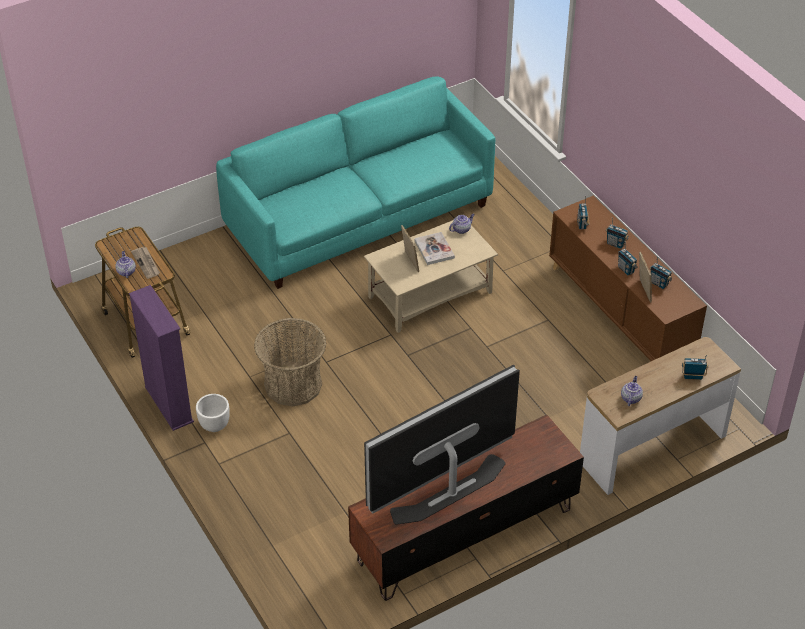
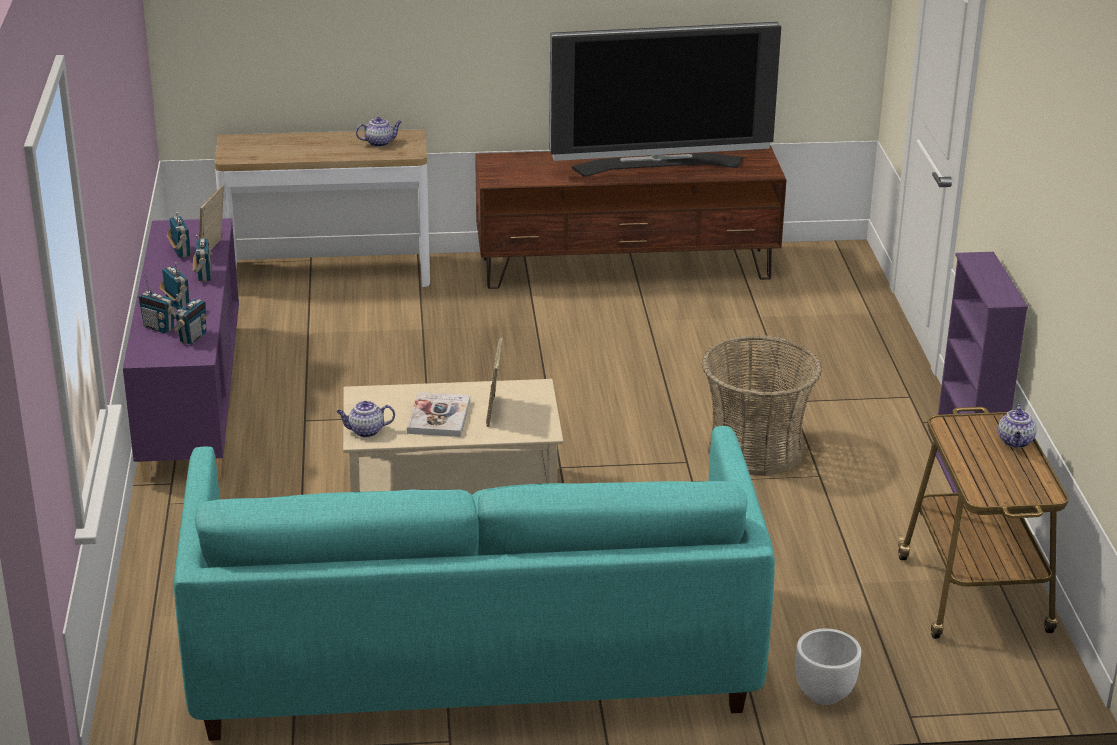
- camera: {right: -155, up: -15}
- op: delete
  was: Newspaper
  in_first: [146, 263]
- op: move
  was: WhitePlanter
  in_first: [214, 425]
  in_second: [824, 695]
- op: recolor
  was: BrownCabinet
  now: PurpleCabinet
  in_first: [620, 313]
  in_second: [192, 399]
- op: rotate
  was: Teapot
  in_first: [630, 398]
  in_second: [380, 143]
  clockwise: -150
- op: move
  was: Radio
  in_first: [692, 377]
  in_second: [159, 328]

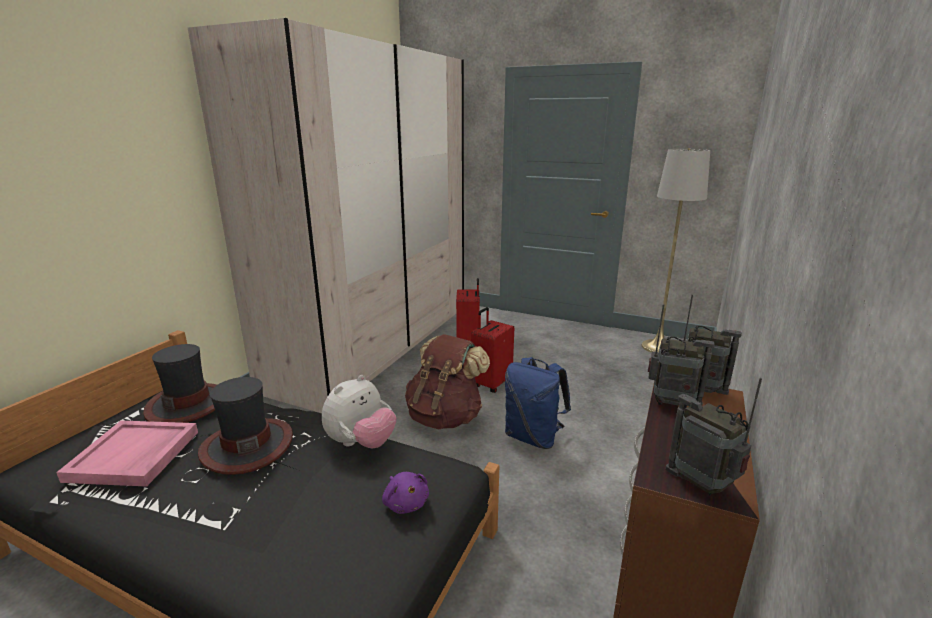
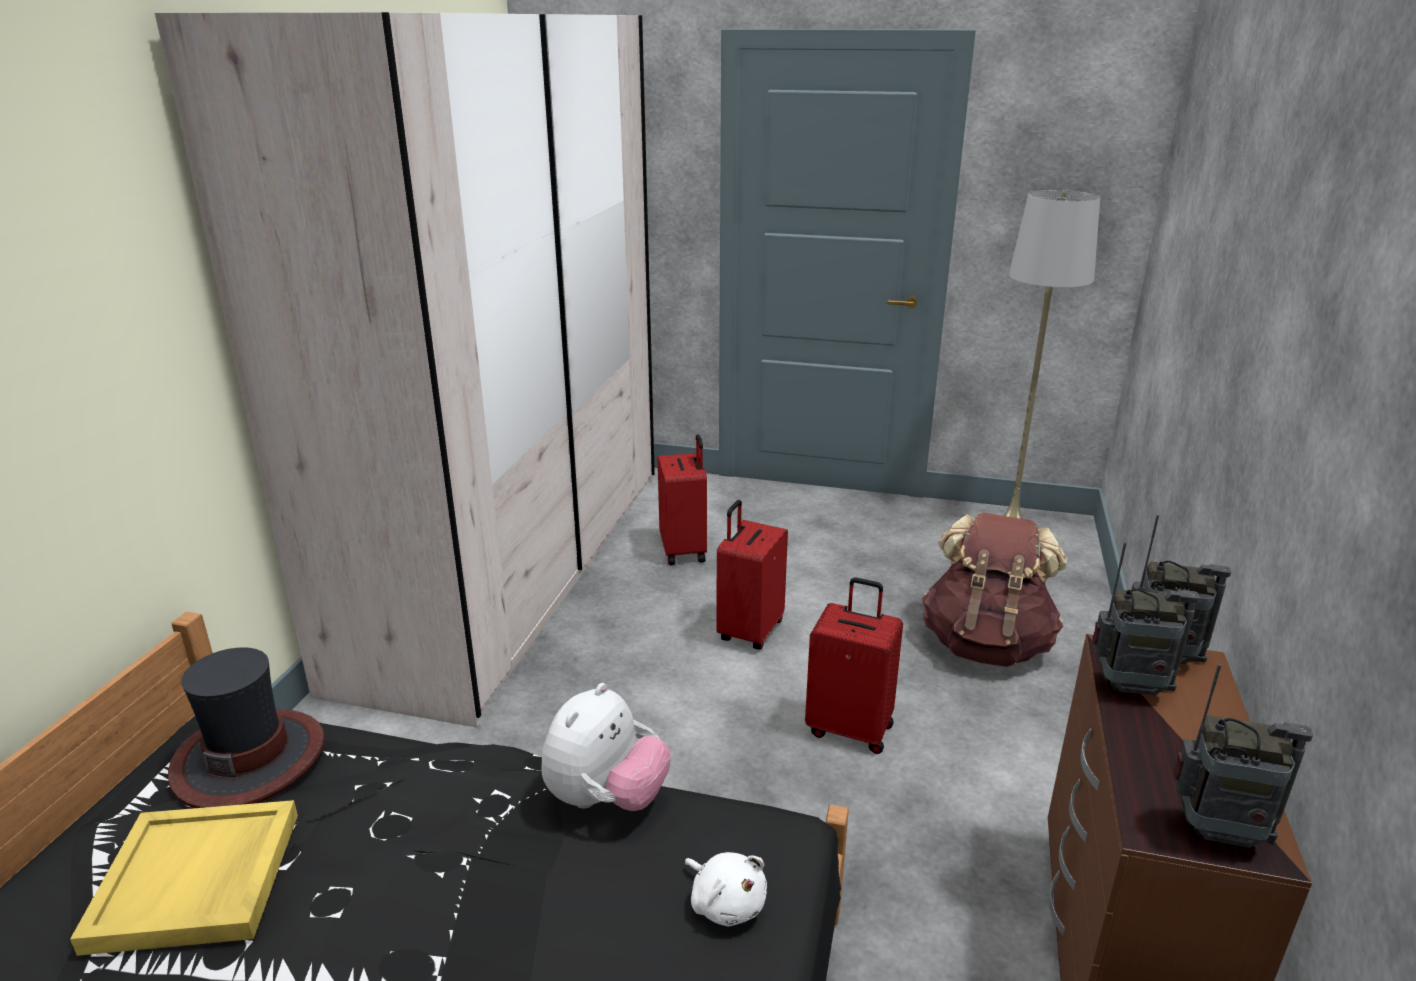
- camera: {right: -10, up: 5}
- op: recolor
  was: PinkTray
  now: YellowTray
  in_first: [134, 456]
  in_second: [197, 881]
- op: delete
  was: Hat
  in_first: [247, 446]
- op: recolor
  was: PurplePlushToy
  now: WhitePlushToy
  in_first: [405, 503]
  in_second: [726, 903]
- op: move
  was: BrownBackpack
  in_first: [445, 417]
  in_second: [986, 644]
- op: replace
  was: BlueBackpack
  now: RedSuitcase
  in_first: [533, 437]
  in_second: [850, 728]
- op: rotate
  was: Radio
  in_first: [701, 485]
  in_second: [1218, 835]
  clockwise: 150

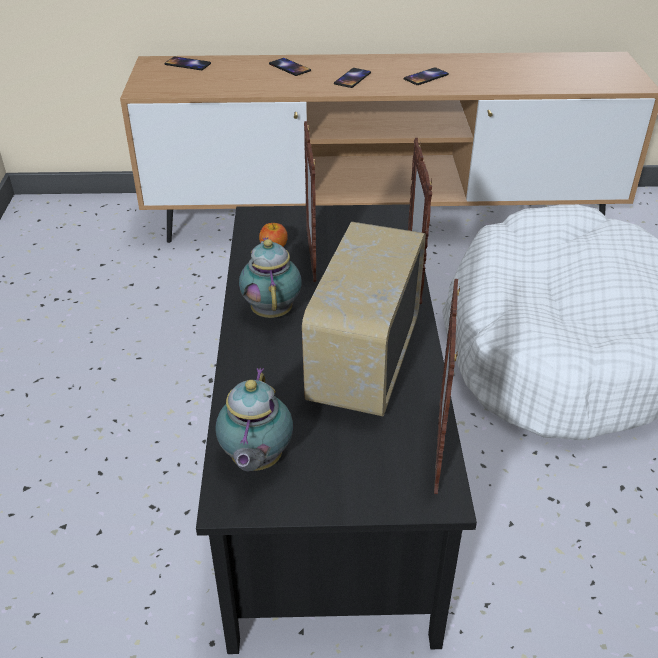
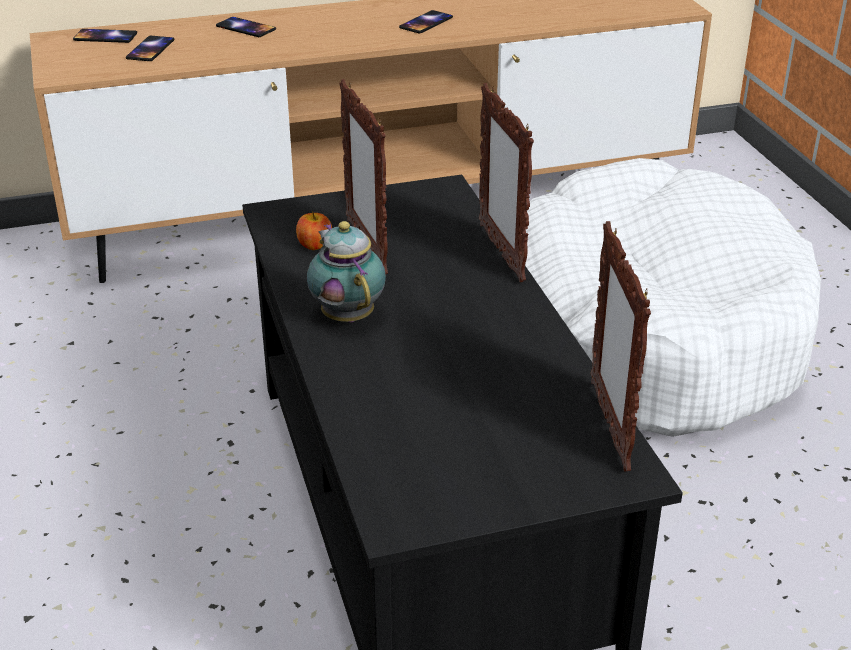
- camera: {right: -15, up: -5}
- op: delete
  was: Teapot
  in_first: [255, 462]
- op: delete
  was: Radio
  in_first: [362, 362]
- op: move
  was: Phone
  in_first: [352, 78]
  in_second: [150, 49]

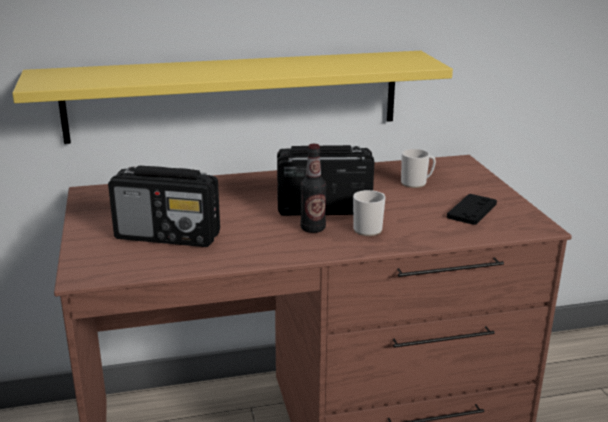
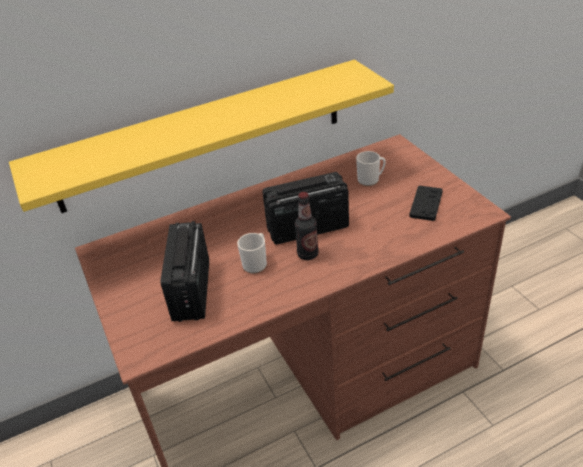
- camera: {right: -10, up: 15}
- op: rotate
  was: Radio
  in_first: [169, 236]
  in_second: [191, 291]
  clockwise: 90
- op: move
  was: Mug
  in_first: [370, 228]
  in_second: [256, 263]

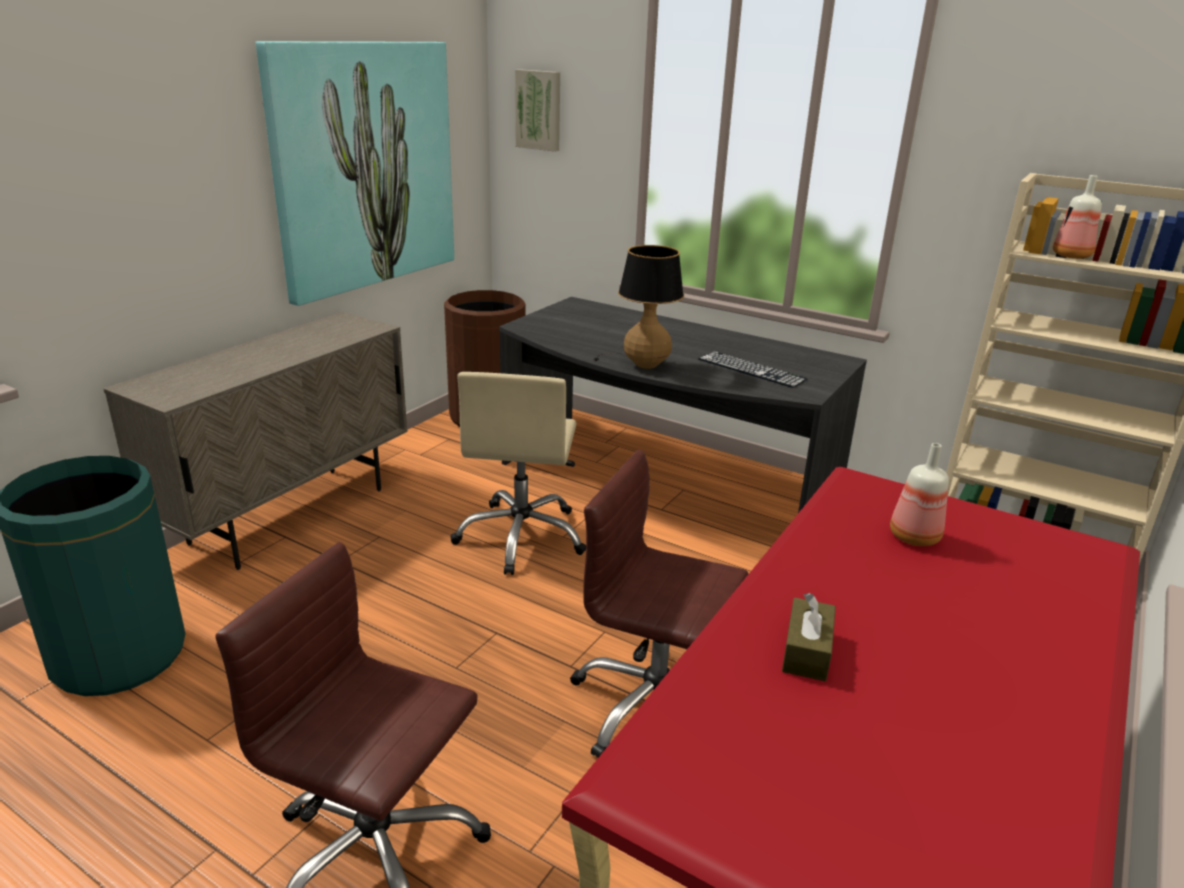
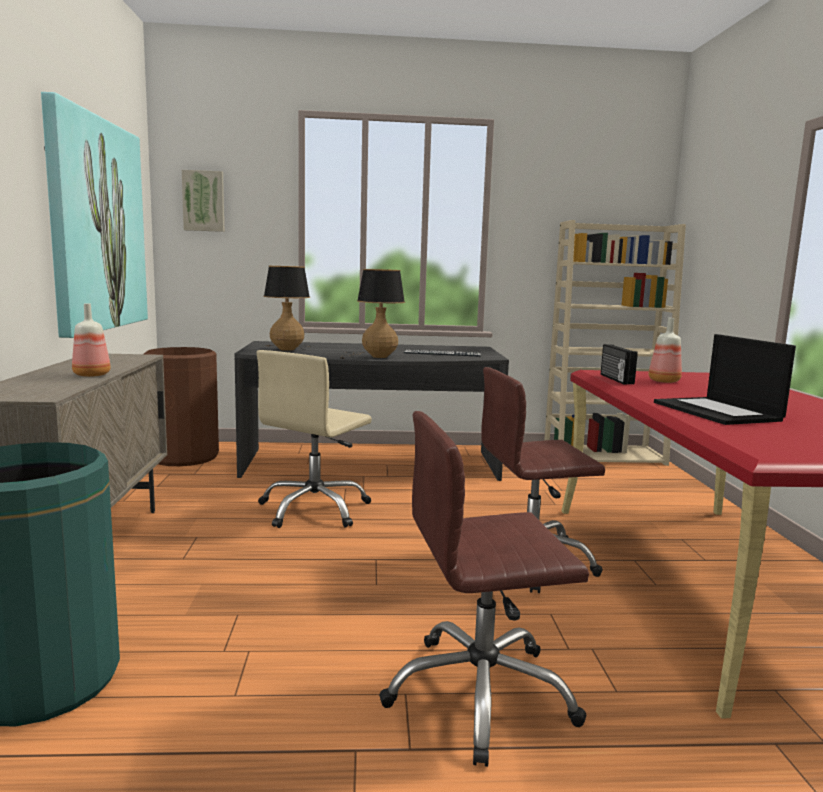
- camera: {right: -35, up: -15}
- op: rotate
  was: BeigeOfficeChair
  in_first: [522, 537]
  in_second: [314, 509]
  clockwise: 60
- op: replace
  was: BrownTissueBox
  now: Laptop
  in_first: [806, 651]
  in_second: [718, 412]
- op: move
  was: Bottle
  in_first: [1072, 256]
  in_second: [93, 375]
- op: insert
  now: TableLamp
  in_second: [289, 349]
- op: insert
  now: Radio
  in_second: [615, 379]

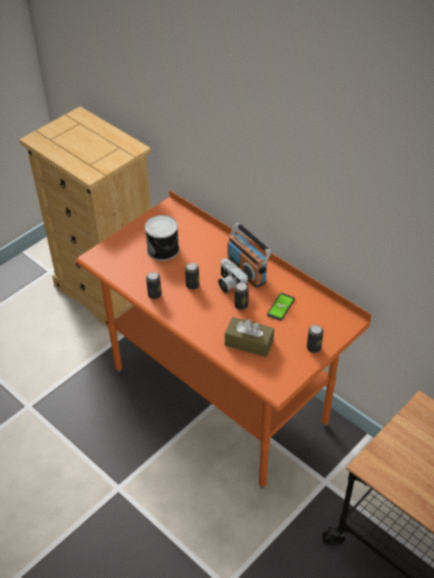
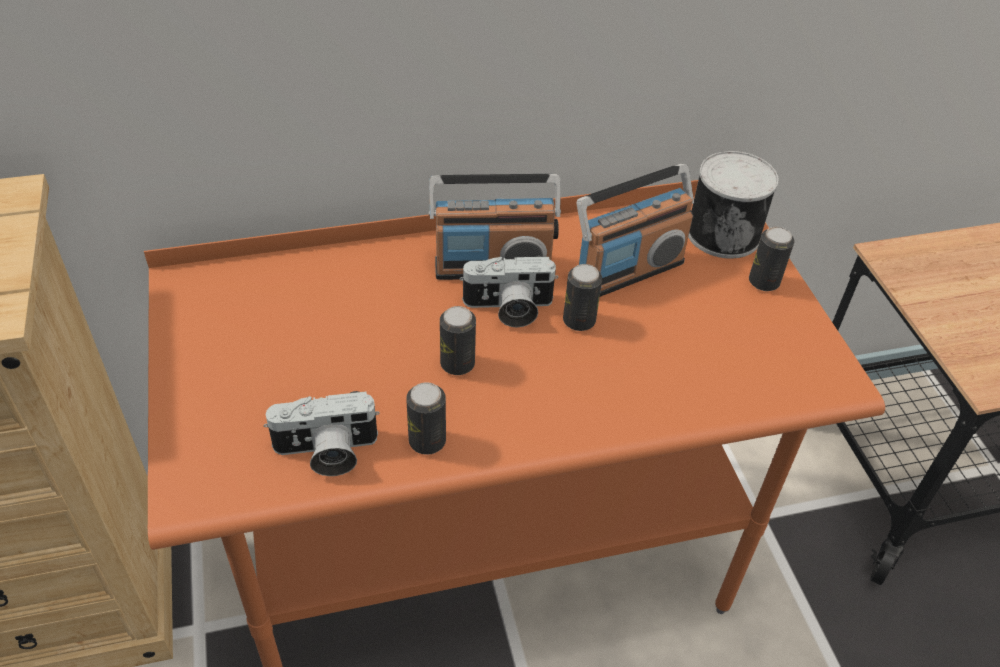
- camera: {right: -60, up: 0}
- op: move
  was: Can
  in_first: [164, 249]
  in_second: [723, 232]
- op: delete
  was: BrownTissueBox
  in_first: [249, 343]
- op: replace
  was: Phone
  now: Radio
  in_first: [281, 307]
  in_second: [628, 271]
- op: insert
  now: PhotoCamera
  in_second: [326, 452]

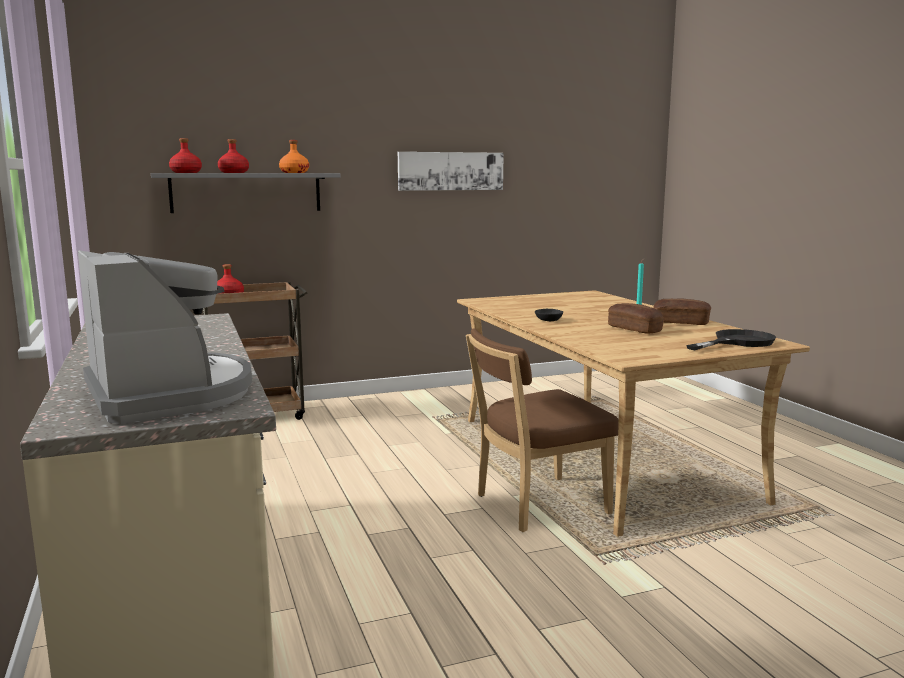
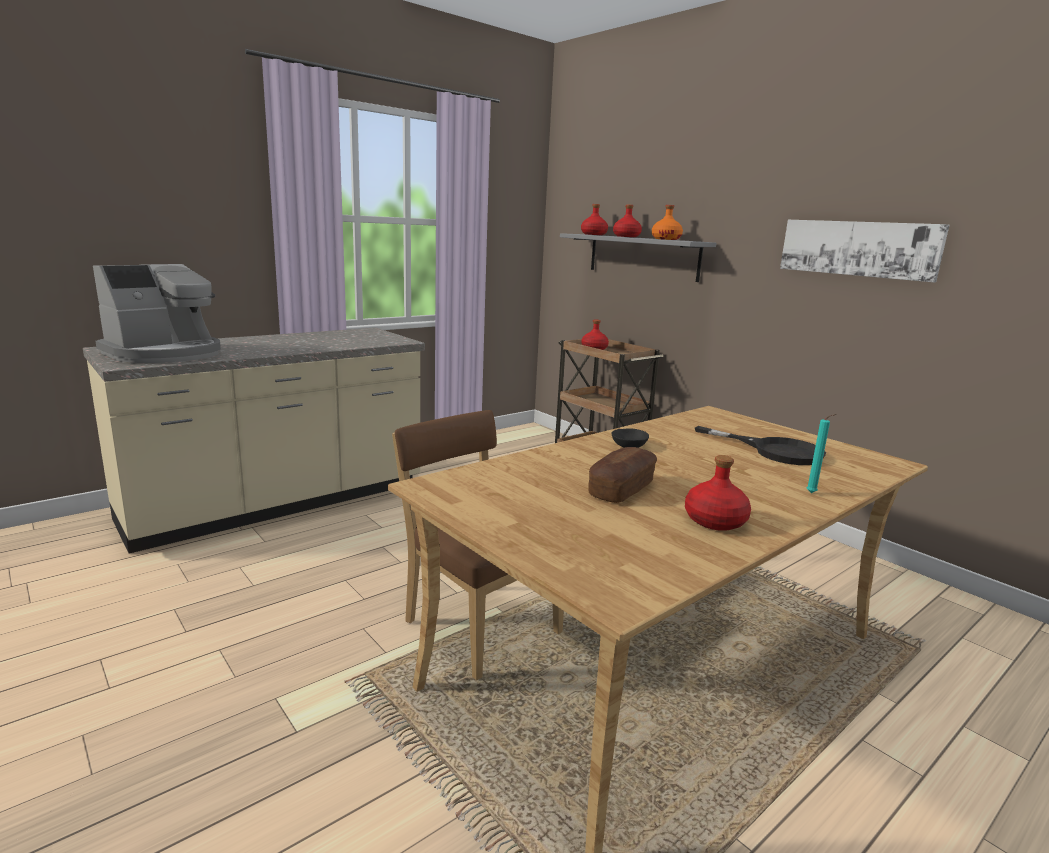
- camera: {right: 70, up: 5}
- op: replace
  was: Bread
  now: RedBottle
  in_first: [681, 323]
  in_second: [715, 521]
- op: move
  was: BlackFryingPan
  in_first: [737, 342]
  in_second: [774, 451]

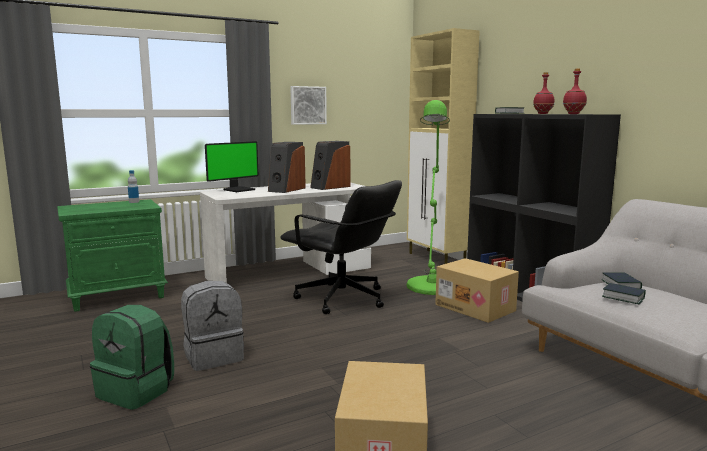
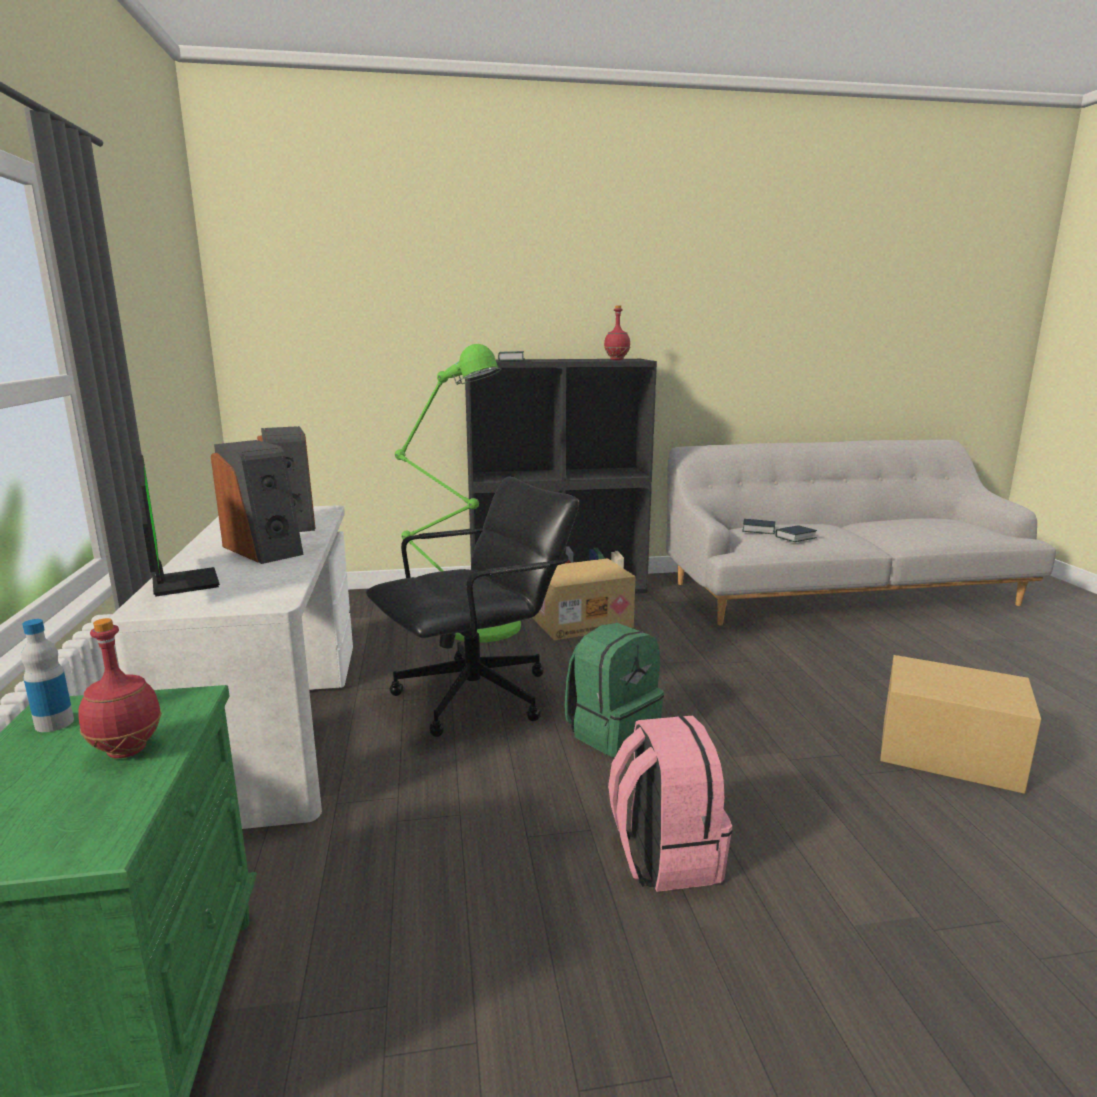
- camera: {right: -70, up: 5}
- op: move
  was: GreenBackpack
  in_first: [137, 391]
  in_second: [612, 731]
- op: recolor
  was: GreyBackpack
  now: PinkBackpack
  in_first: [214, 356]
  in_second: [664, 856]
- op: delete
  was: Picture
  in_first: [307, 105]
- op: delete
  was: BeigeCabinet
  in_first: [437, 259]
- op: move
  was: RedBottle
  in_first: [543, 113]
  in_second: [127, 750]

